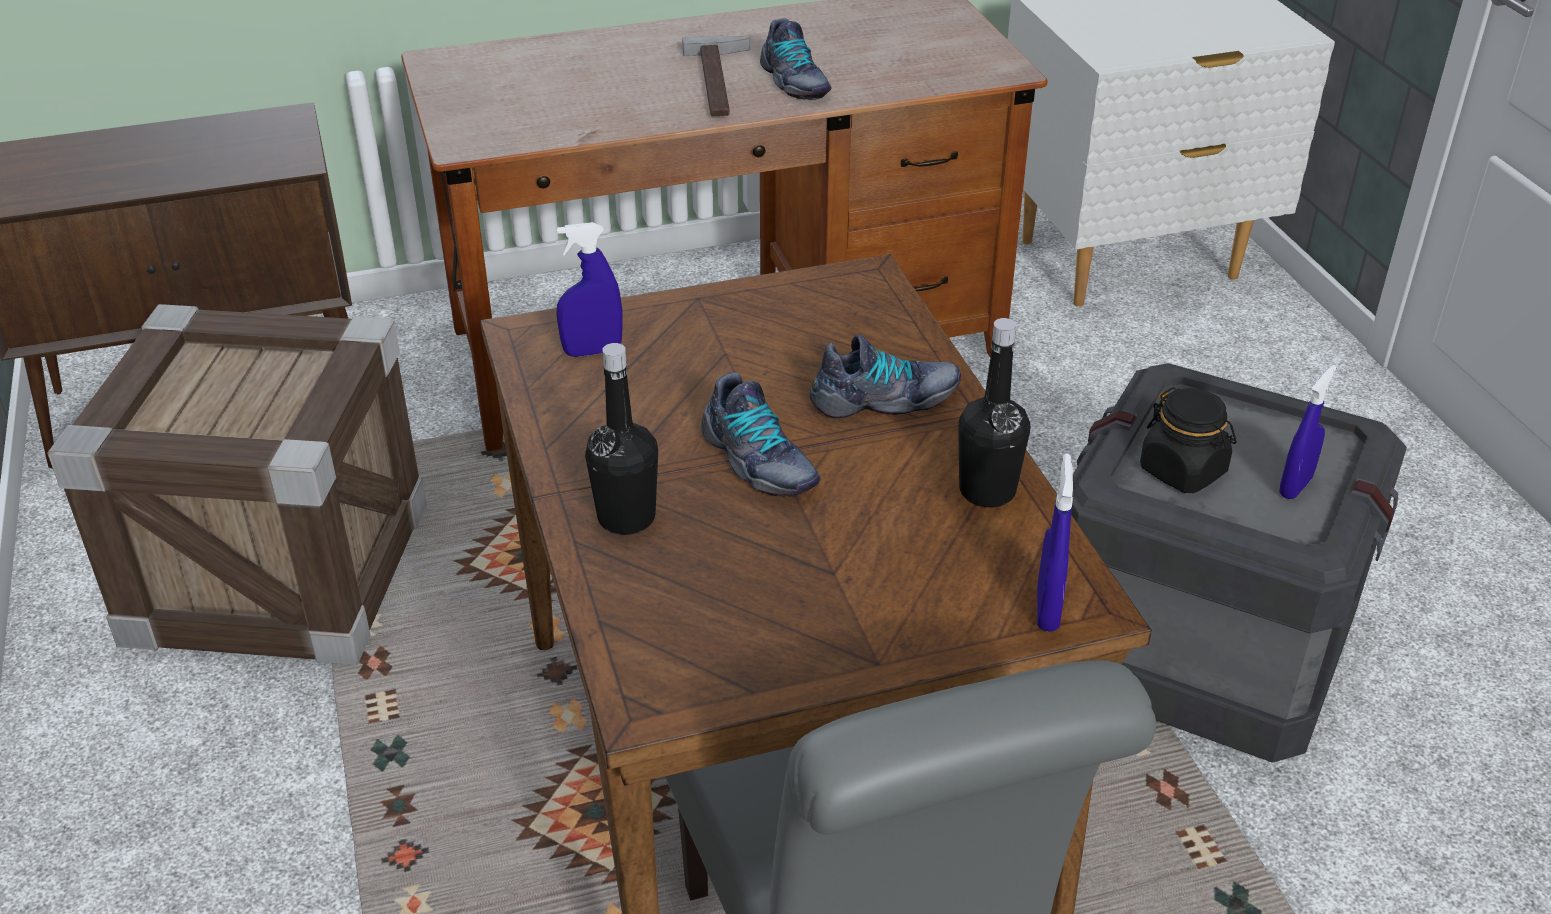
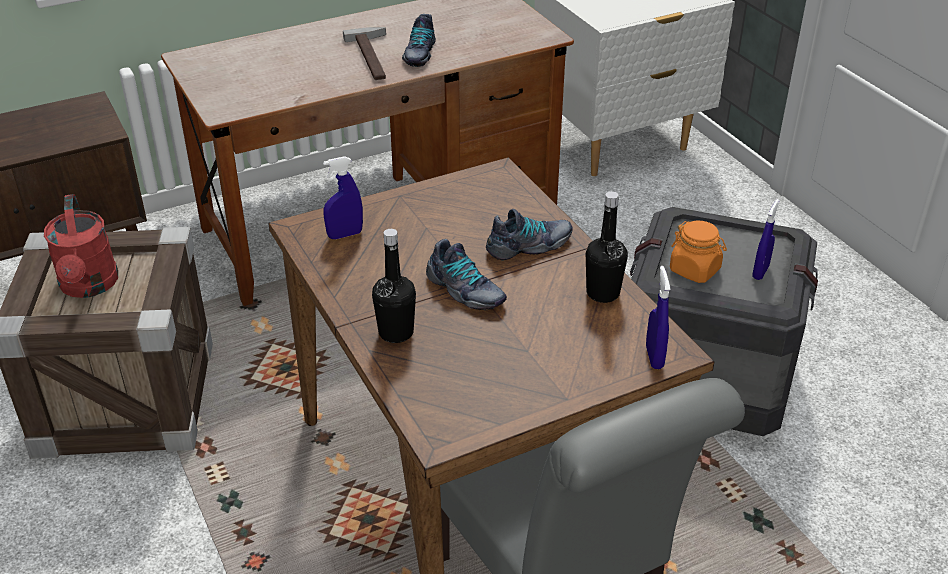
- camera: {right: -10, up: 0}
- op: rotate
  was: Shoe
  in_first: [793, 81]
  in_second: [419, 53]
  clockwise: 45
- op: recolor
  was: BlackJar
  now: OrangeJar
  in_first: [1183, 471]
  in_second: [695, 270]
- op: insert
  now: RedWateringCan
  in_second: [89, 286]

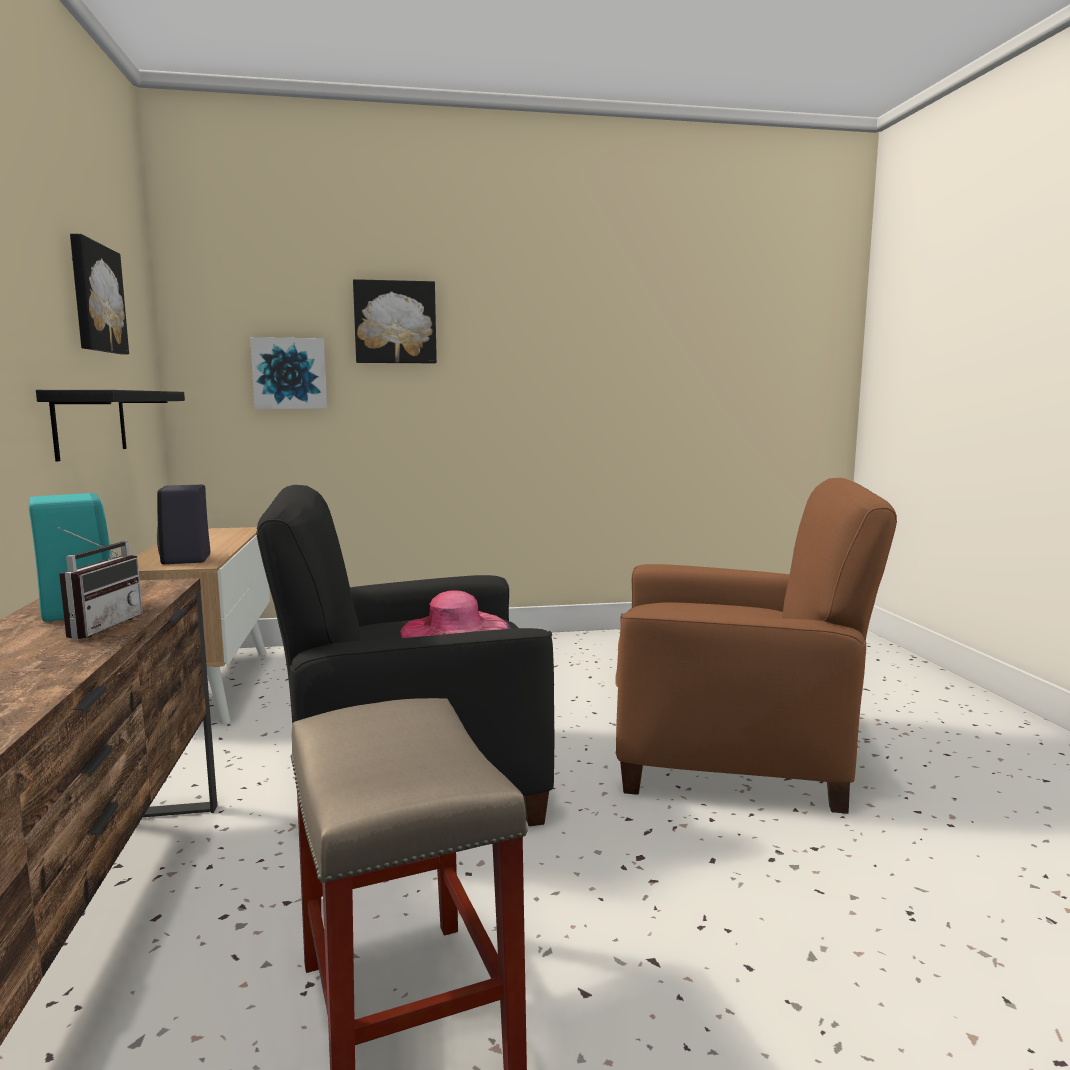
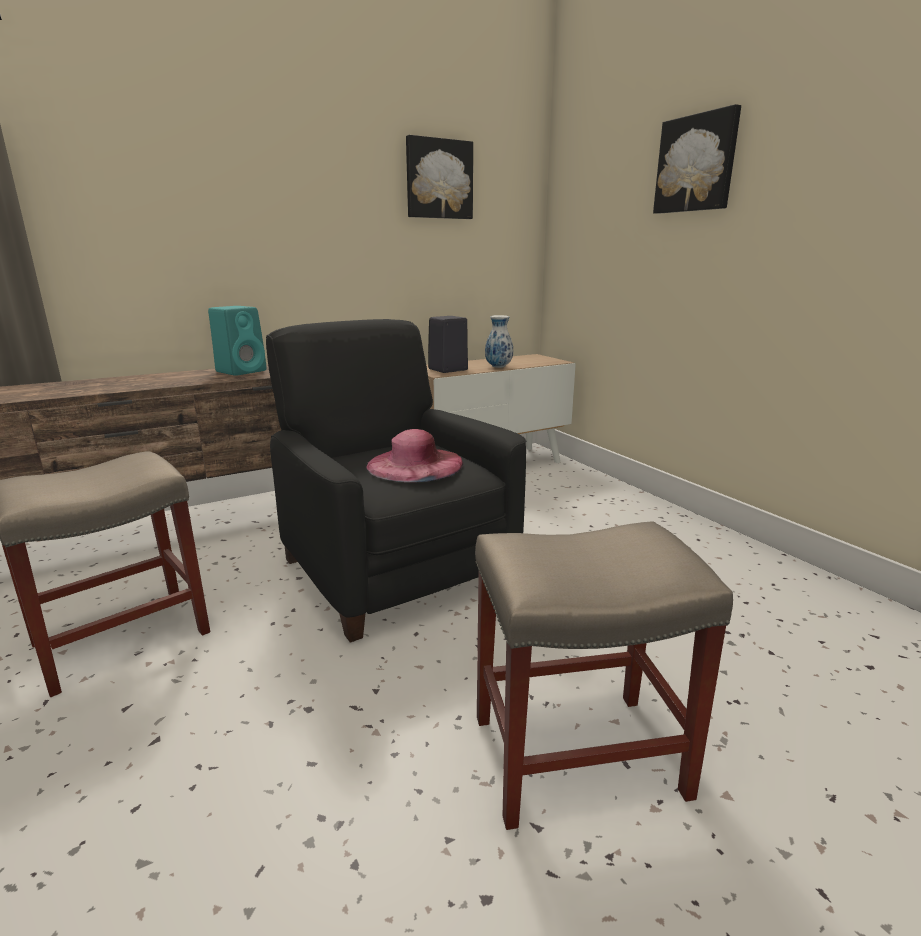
- camera: {right: 70, up: 10}
- op: delete
  was: BlackShelf
  in_first: [90, 422]
- op: delete
  was: Radio
  in_first: [97, 627]
- op: delete
  was: Picture
  in_first: [290, 373]
- op: replace
  was: BrownArmchair
  now: BeigeStool
  in_first: [731, 753]
  in_second: [574, 756]
- op: insert
  now: Vase
  in_second: [499, 367]

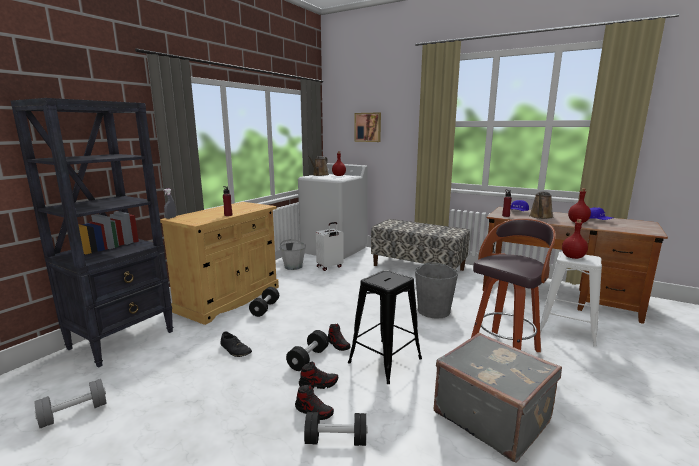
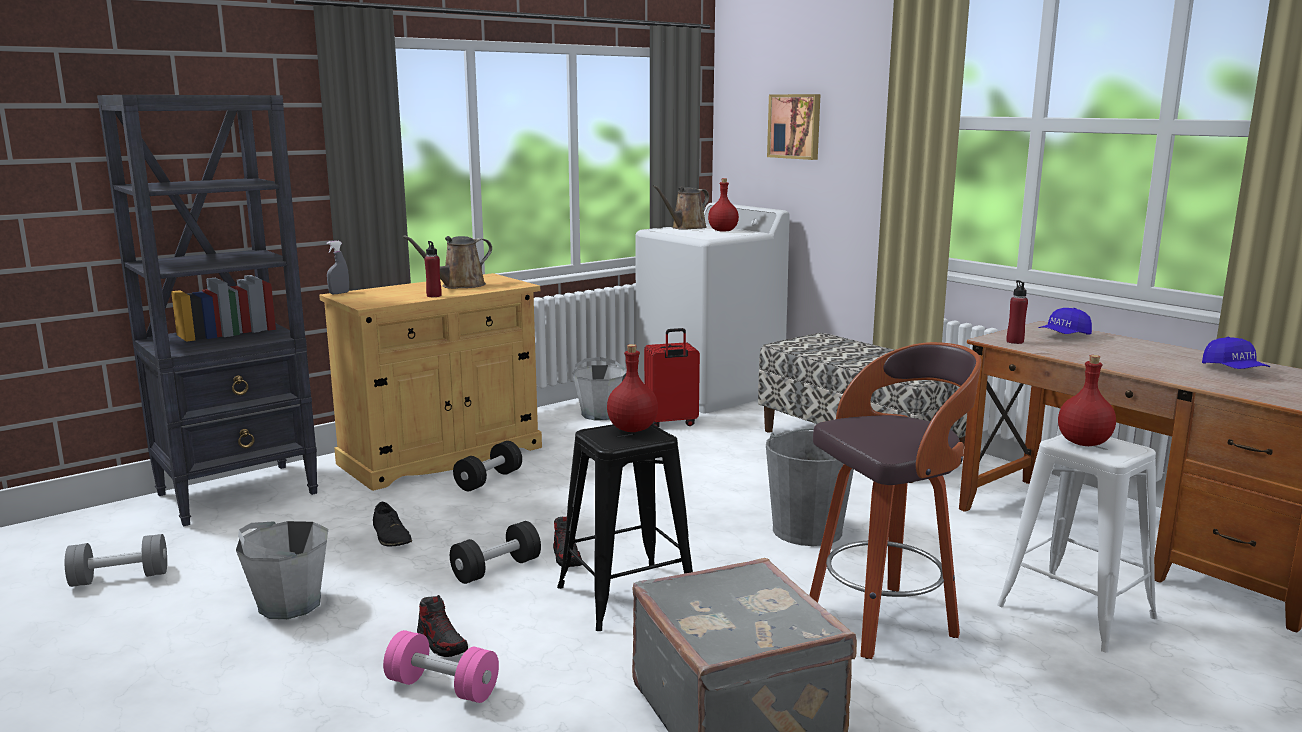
- camera: {right: 20, up: 0}
- op: delete
  was: Shoe
  in_first: [318, 384]
- op: recolor
  was: BlackDumbbell
  now: PinkDumbbell
  in_first: [336, 440]
  in_second: [442, 687]
- op: recolor
  was: WhiteSuitcase
  now: RedSuitcase
  in_first: [330, 267]
  in_second: [670, 423]
- op: move
  was: BrownWateringCan
  in_first: [540, 217]
  in_second: [459, 286]
- op: move
  was: RedBottle
  in_first: [577, 222]
  in_second: [631, 429]
- op: insert
  now: GreyBucket
  in_second: [289, 604]

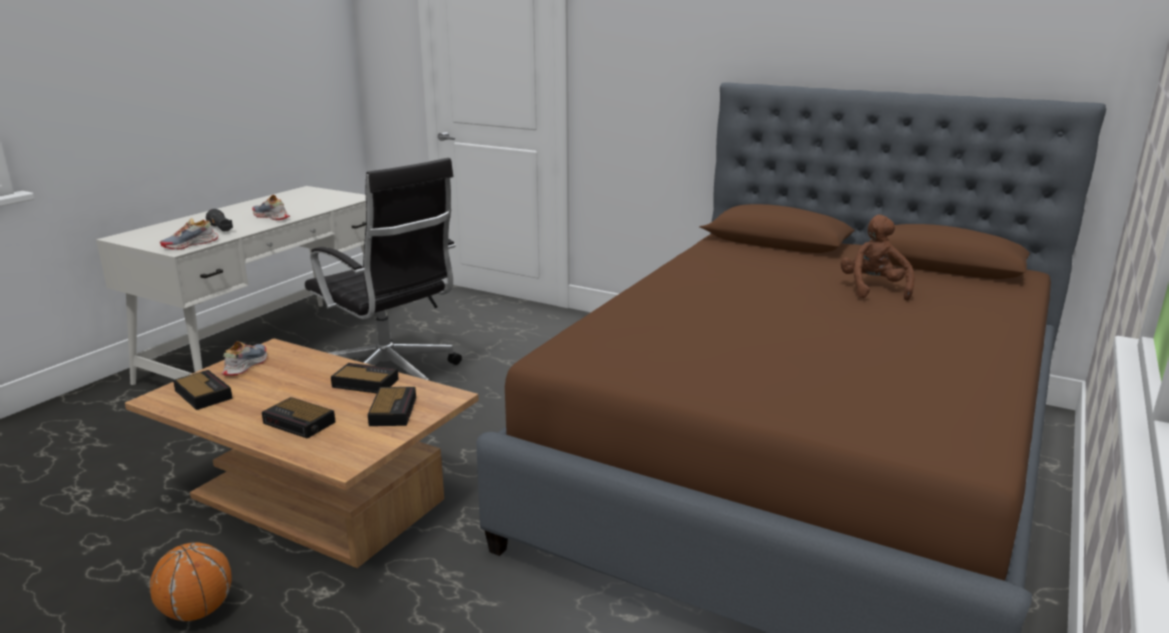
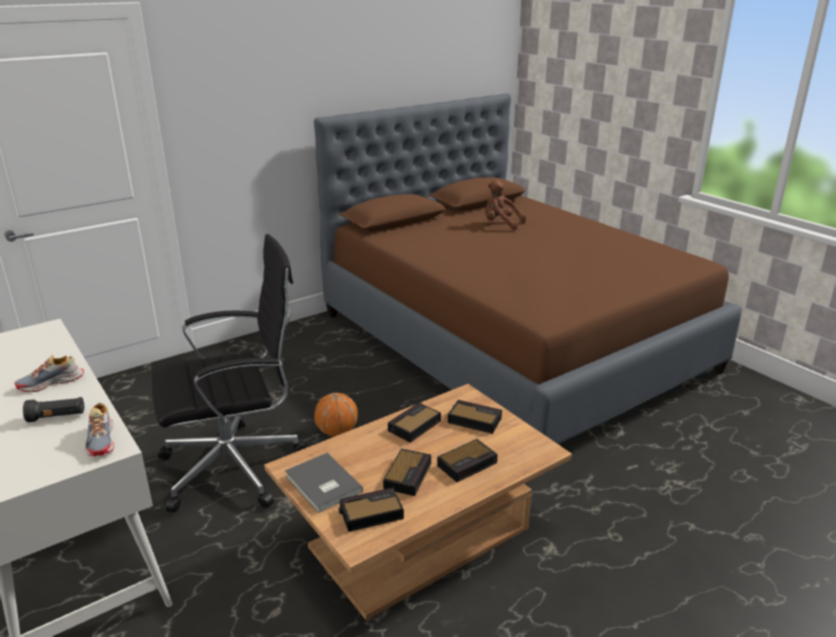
- camera: {right: -65, up: 5}
- op: move
  was: Basketball
  in_first: [197, 611]
  in_second: [337, 432]
- op: replace
  was: Shoe
  now: GreyBook
  in_first: [245, 366]
  in_second: [322, 485]
- op: insert
  now: AlarmClock
  in_second: [408, 475]

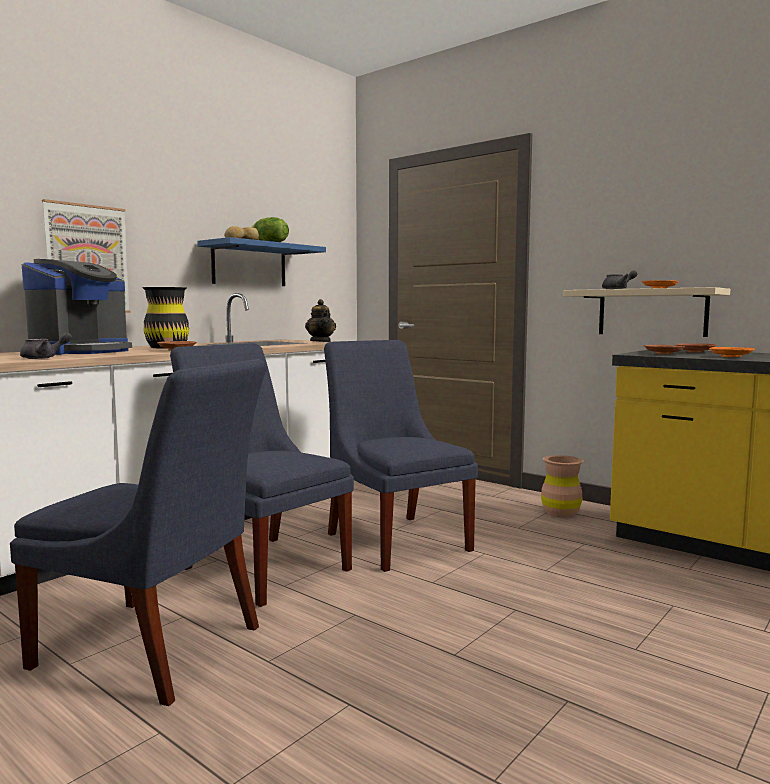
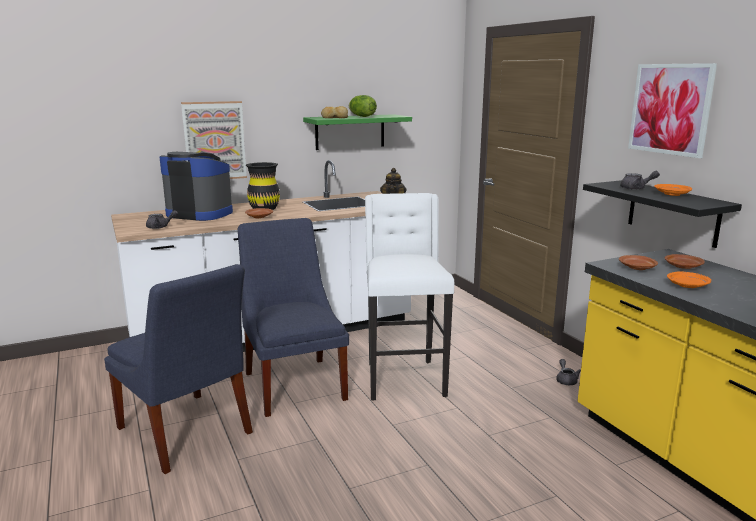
- camera: {right: 25, up: 10}
- op: rotate
  was: CoffeeMachine
  in_first: [82, 351]
  in_second: [200, 213]
  clockwise: -120
- op: recolor
  was: BlueShelf
  now: GreenShelf
  in_first: [249, 265]
  in_second: [350, 132]
- op: replace
  was: BlueChair
  now: WhiteStool
  in_first: [395, 539]
  in_second: [403, 379]
- op: replace
  was: BrownVase
  now: GreyTeapot
  in_first: [560, 513]
  in_second: [566, 380]
- op: recolor
  was: BeigeShelf
  now: BlackShelf
  in_first: [651, 312]
  in_second: [672, 213]
- op: insert
  now: Picture
  in_second: [670, 109]

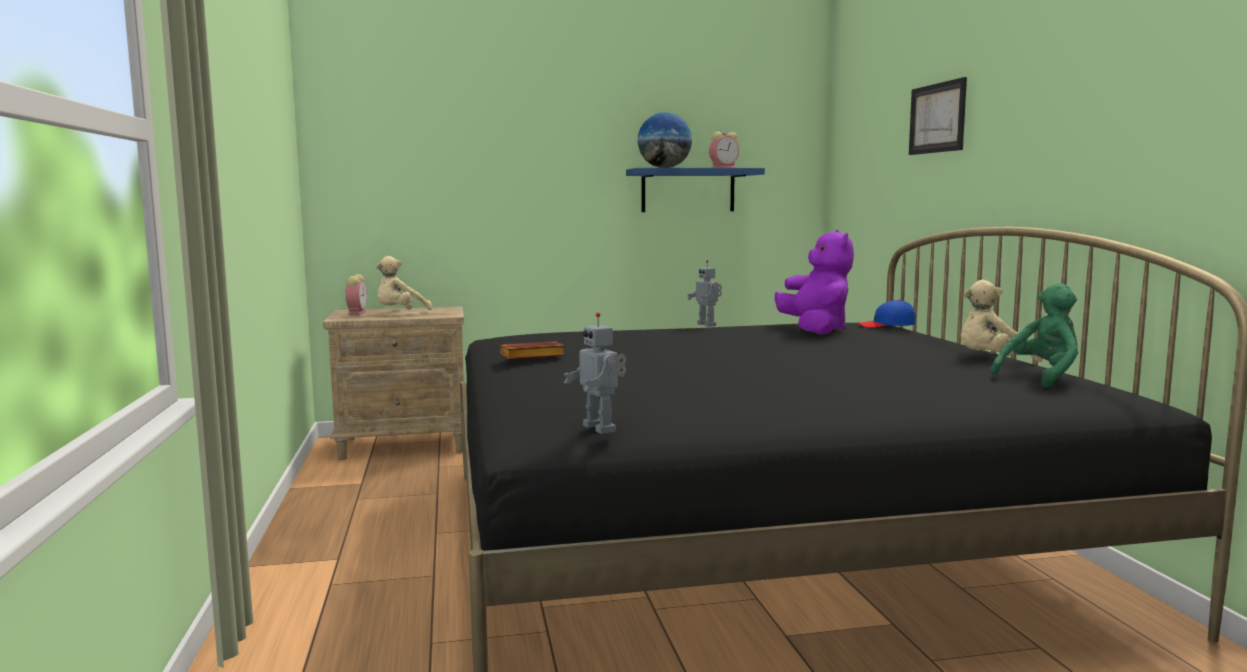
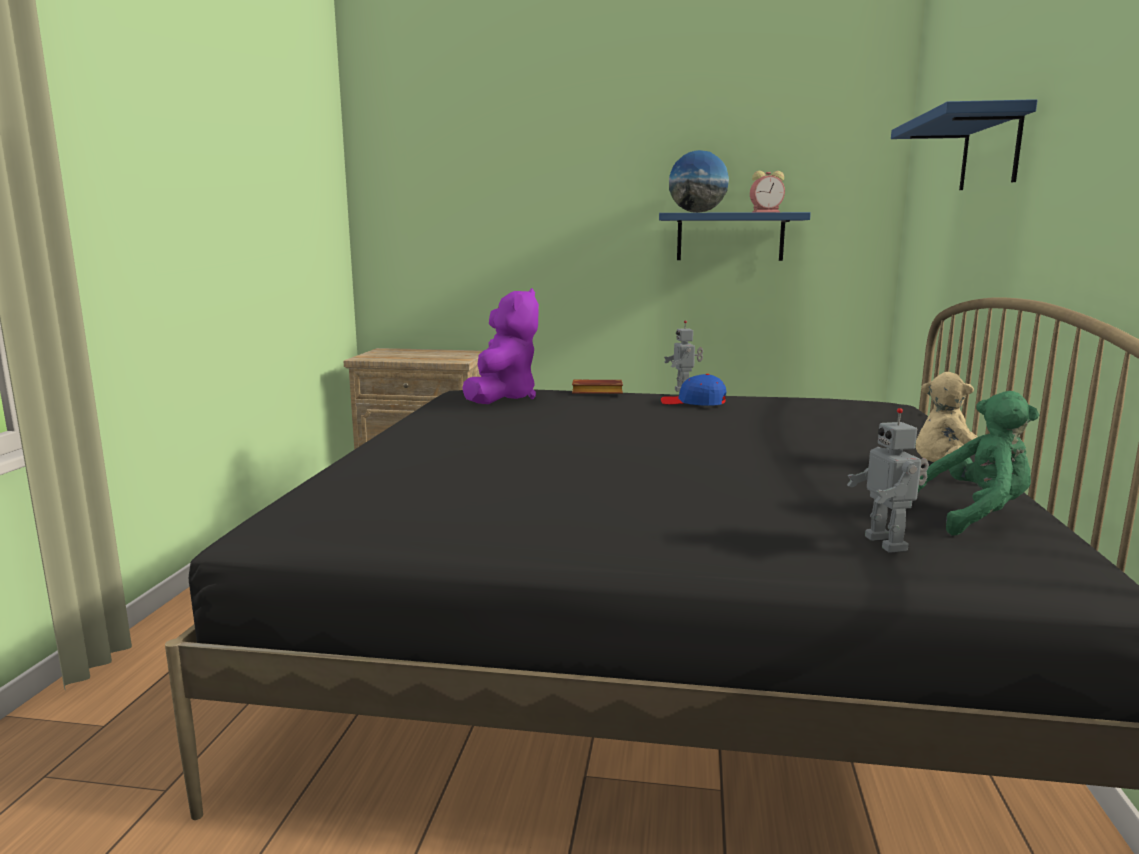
- camera: {right: 20, up: 5}
- op: delete
  was: AlarmClock
  in_first: [357, 313]
- op: delete
  was: BeigePlushToy
  in_first: [400, 313]
- op: move
  was: BrownBook
  in_first: [530, 357]
  in_second: [595, 393]
- op: move
  was: ToyRobot
  in_first: [601, 428]
  in_second: [888, 543]
- op: move
  was: PurplePlushToy
  in_first: [815, 330]
  in_second: [501, 398]
- op: move
  was: BlueCap
  in_first: [887, 325]
  in_second: [693, 403]
- op: replace
  was: Picture
  now: BlueShelf
  in_first: [937, 118]
  in_second: [990, 151]

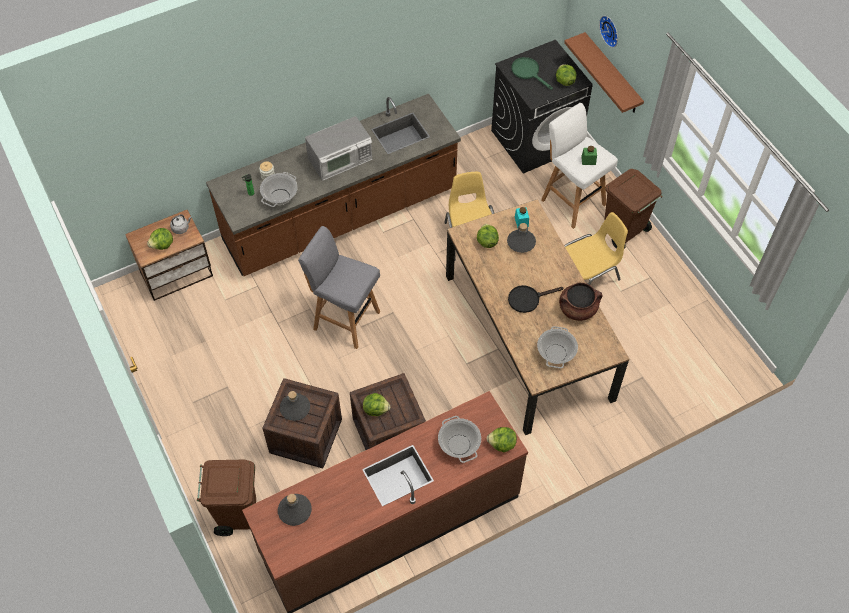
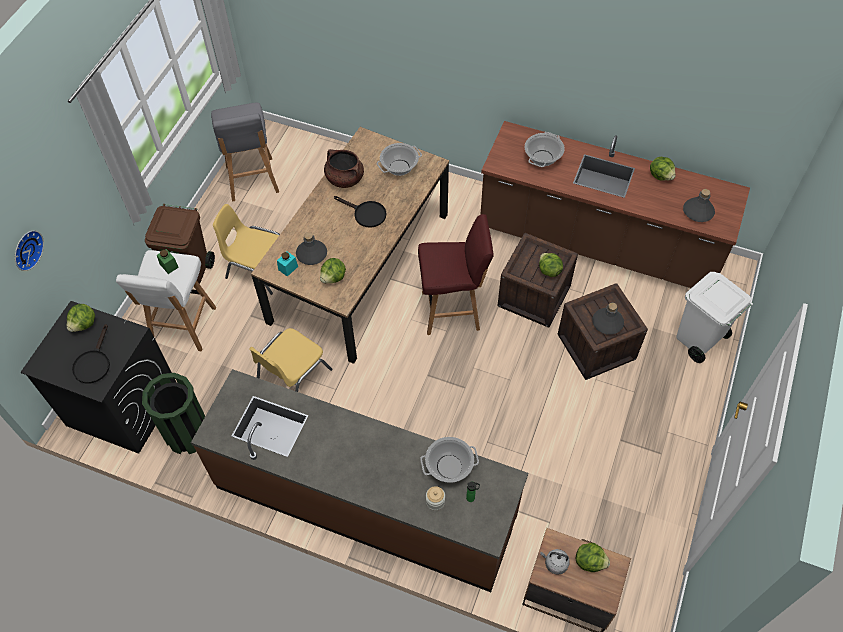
- camera: {right: -130, up: 0}
- op: recolor
  was: BrownTrashCan
  now: WhiteTrashCan
  in_first: [237, 513]
  in_second: [699, 340]
- op: move
  was: GreyStool
  in_first: [345, 319]
  in_second: [252, 180]
- op: delete
  was: Microwave
  in_first: [341, 159]
- op: move
  was: Lettuce
  in_first: [502, 444]
  in_second: [661, 175]
- op: recolor
  was: GreenFryingPan
  now: BlackFryingPan
  in_first: [528, 72]
  in_second: [93, 363]
- op: delete
  was: BrownShelf
  in_first: [612, 74]
- op: insert
  now: GreenTrashCan
  in_second: [187, 433]
- op: insert
  now: RedStool
  in_second: [452, 310]

